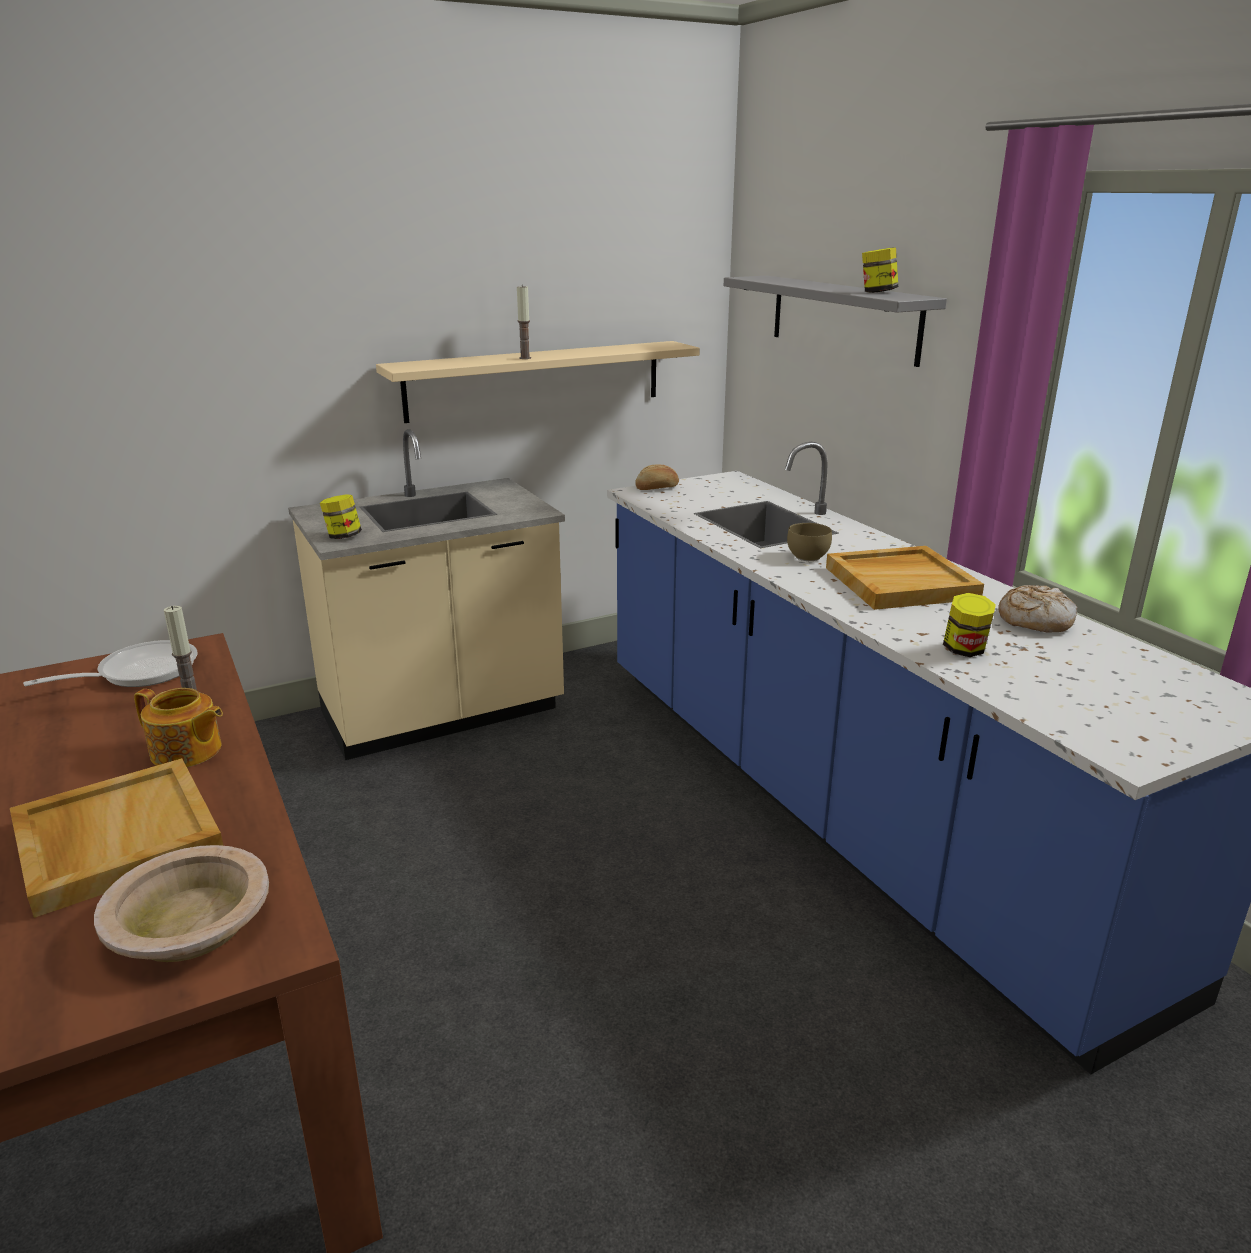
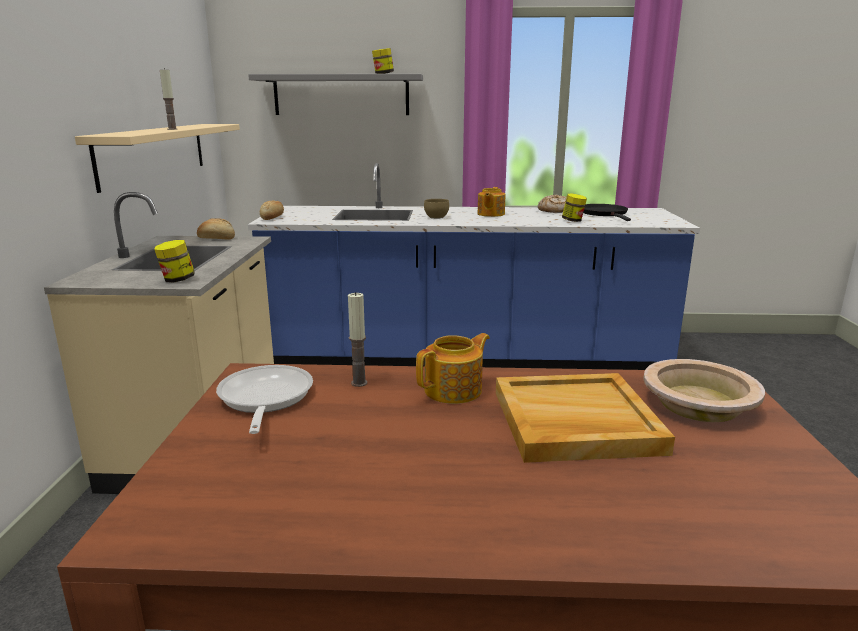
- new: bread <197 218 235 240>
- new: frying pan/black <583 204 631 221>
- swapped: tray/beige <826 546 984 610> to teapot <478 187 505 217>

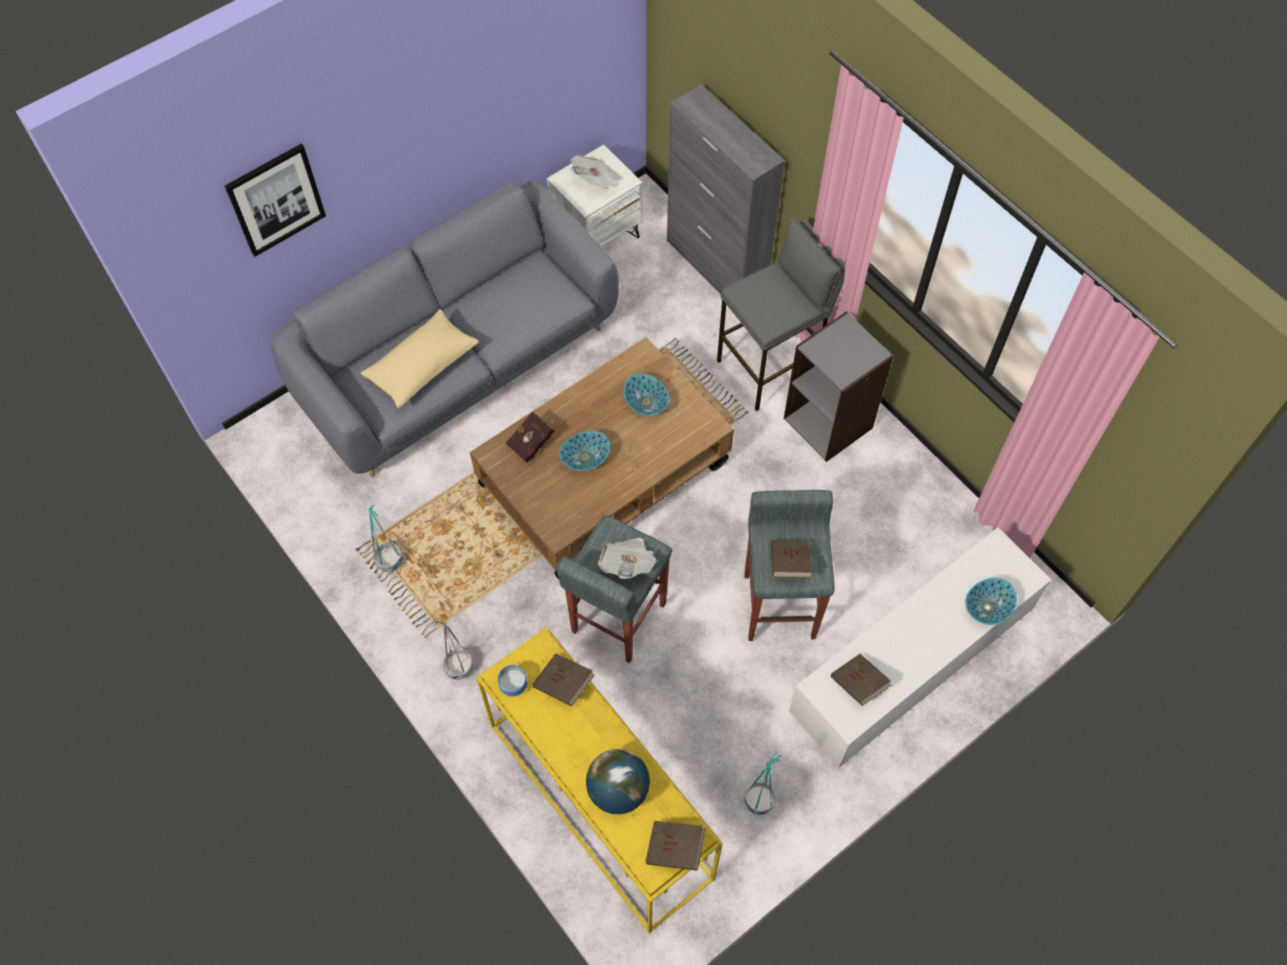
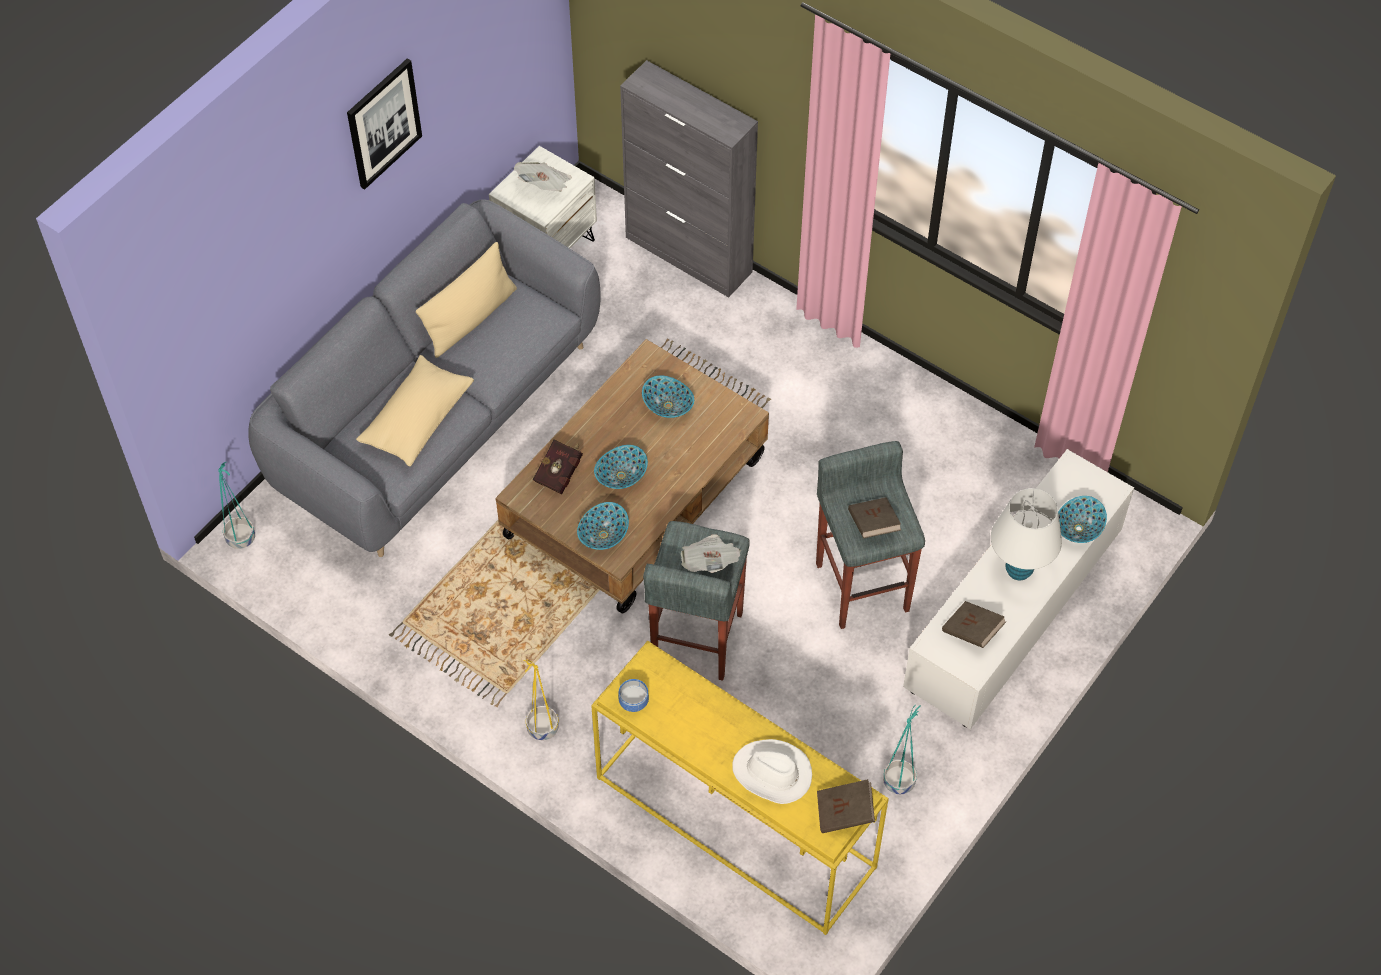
- gone: book/brown <532 653 595 706>
- gone: stool/grey <717 218 845 411>
- gone: bookcase/grey <784 311 894 462>
- new: pillow/beige <416 242 517 358>
- new: bowl <577 502 629 550>
- new: table lamp/white <991 488 1062 581>
- shifted: picture <225 144 326 257> to <347 58 422 190>
- shifted: planter/turquoise <369 505 403 572> to <218 462 255 549>
- swapped: globe <586 749 650 814> to hat/white <732 739 812 804>
- repainted: planter/grey <431 617 473 680> to planter/yellow <524 659 559 740>

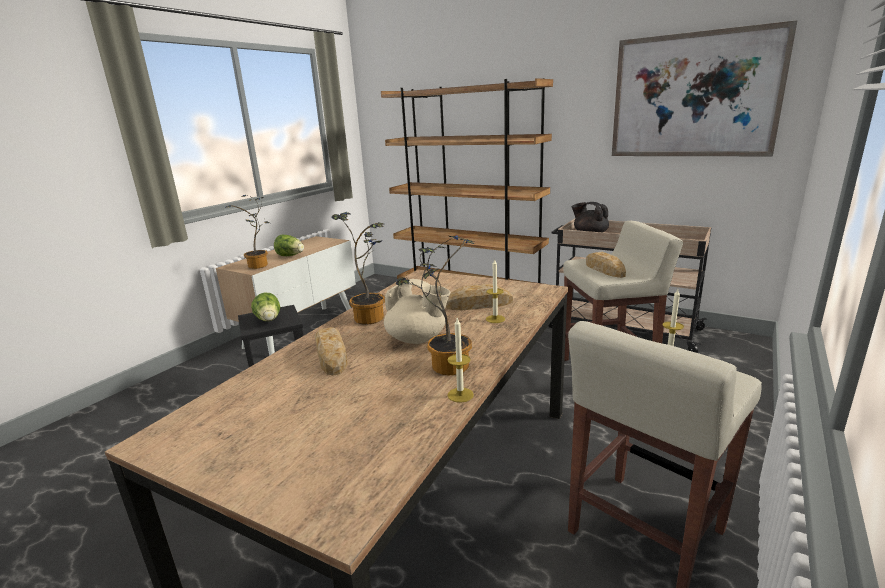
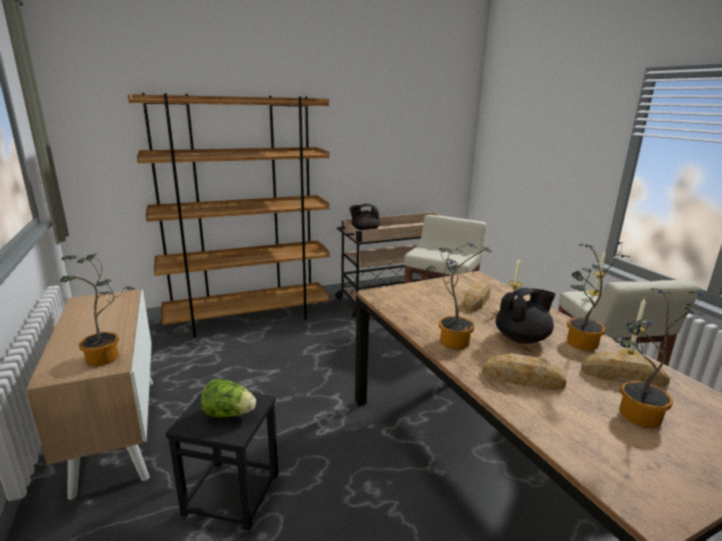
- gone: lettuce <274 235 304 256>
- gone: picture <612 20 798 156>
- new: potted plant <613 288 707 428>
- shifted: bread <586 252 626 278> to <581 351 670 387>
- repainted: teapot/beige <384 279 450 344> to teapot/black <496 288 556 344>

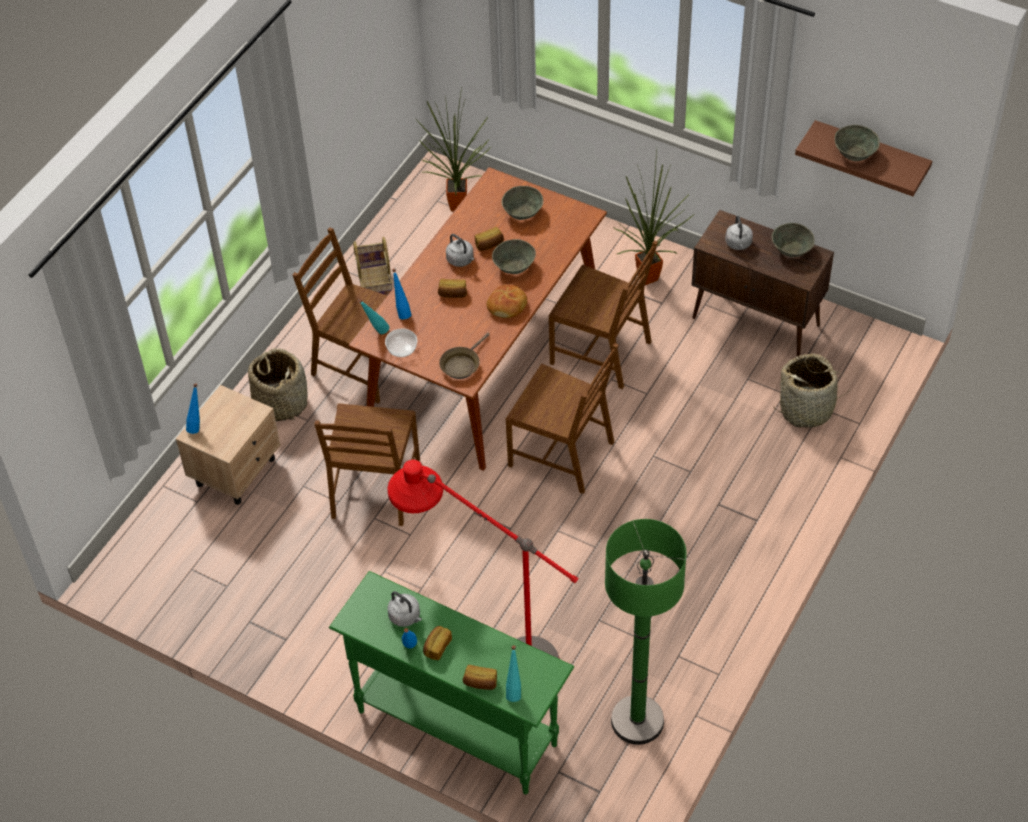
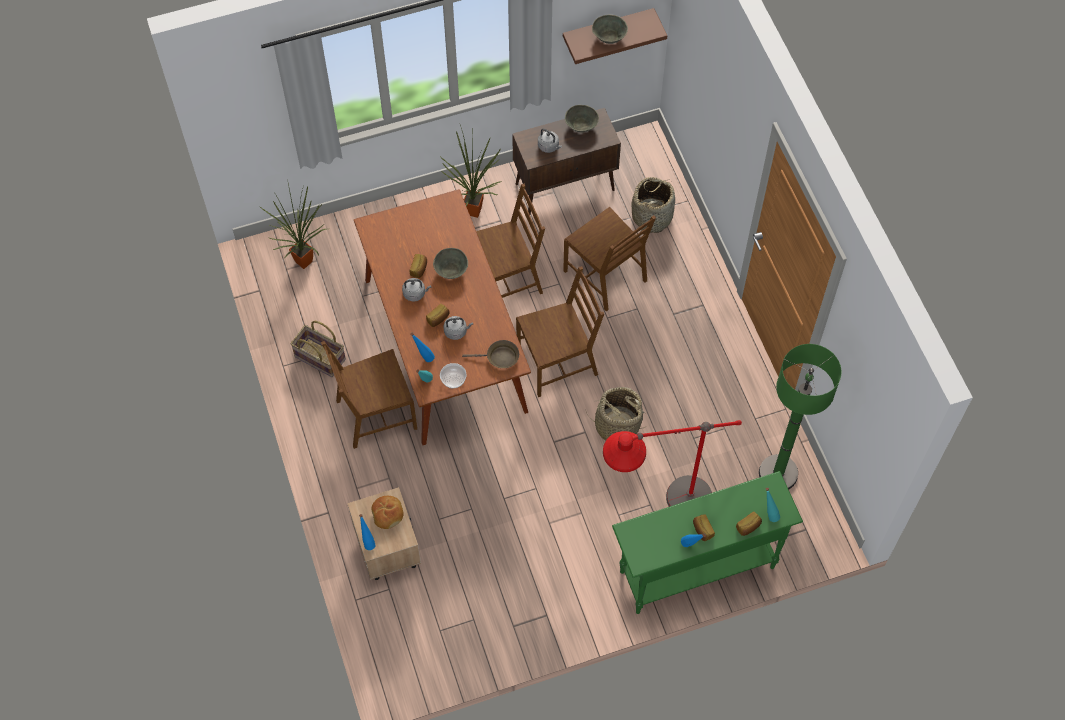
- gone: bowl/grey <502 186 543 220>
- shifted: basket <248 348 307 421> to <585 387 645 441>
- shifted: chair/brown <314 403 420 526> to <563 207 656 311>
- shifted: kettle/grey <387 591 422 627> to <444 316 473 340>
- shifted: bread <486 284 527 318> to <371 496 404 529>
- rotated: frying pan/brown <439 333 490 379> = <462 340 519 368> 75 degrees counterclockwise

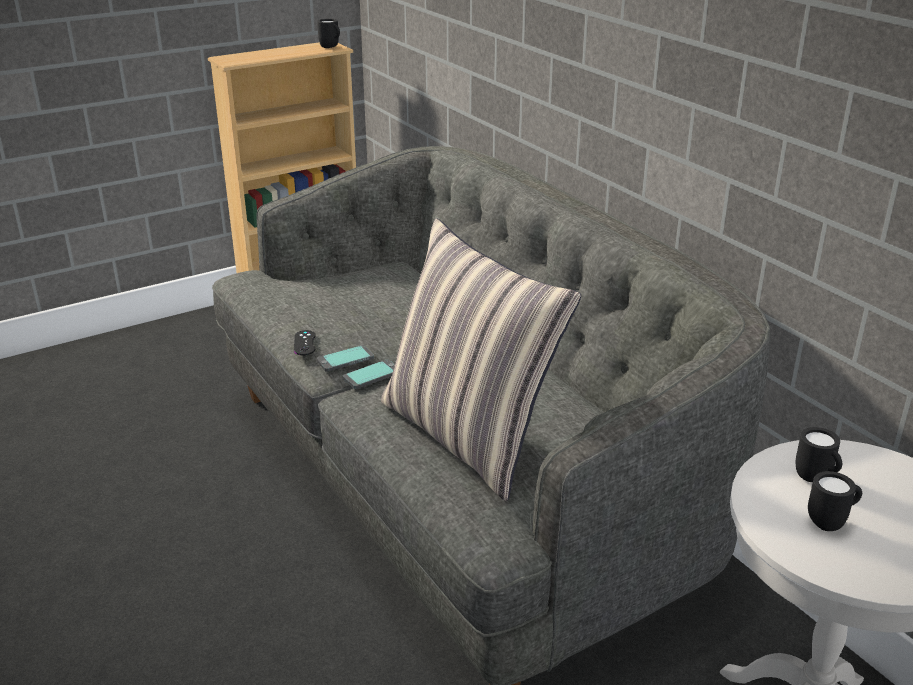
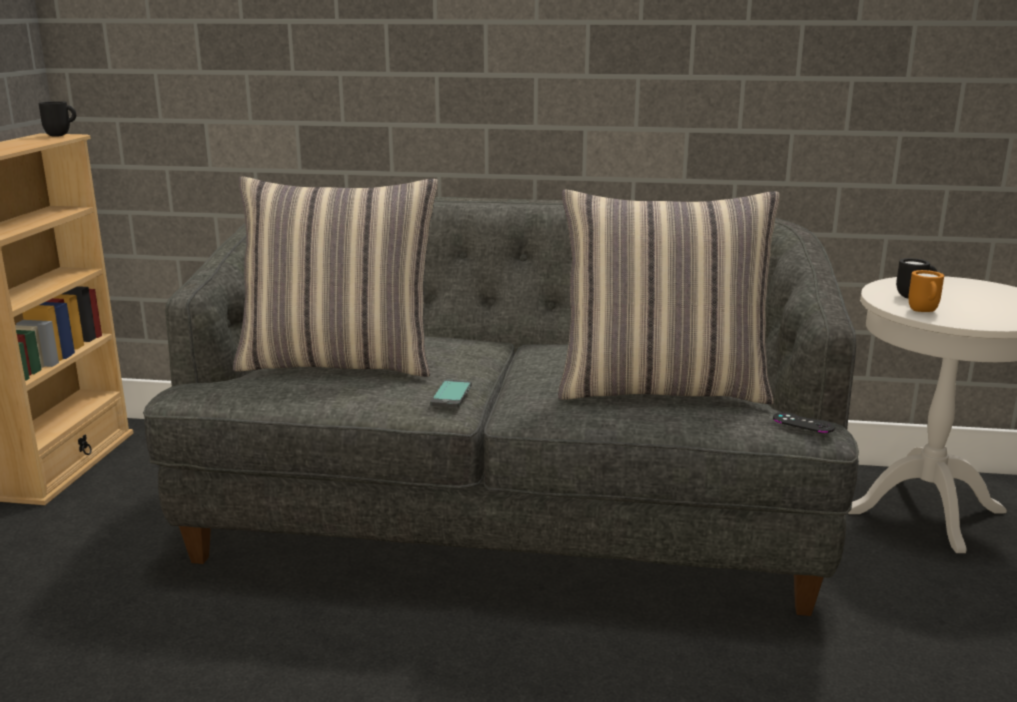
- gone: phone <343 359 395 389>
- gone: mug/black <808 471 862 531>
- new: pillow <233 176 438 377>
- new: mug/orange <908 270 944 312>
- shifted: game controller/black <294 330 316 355> to <773 412 835 433>

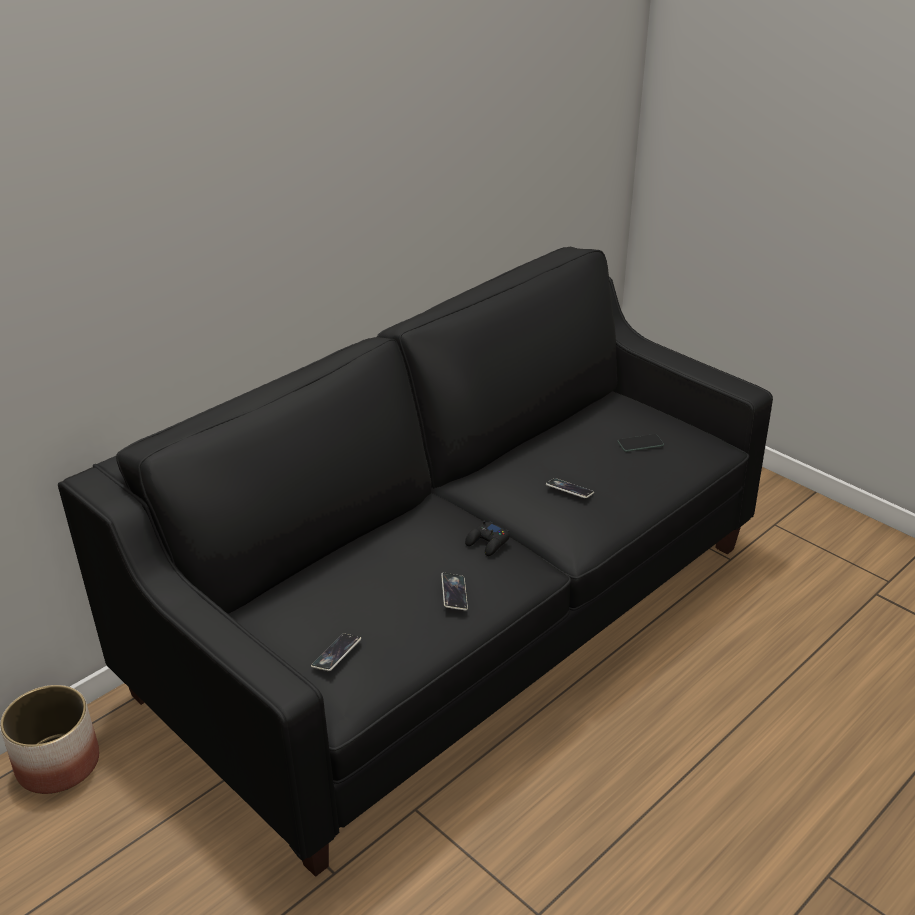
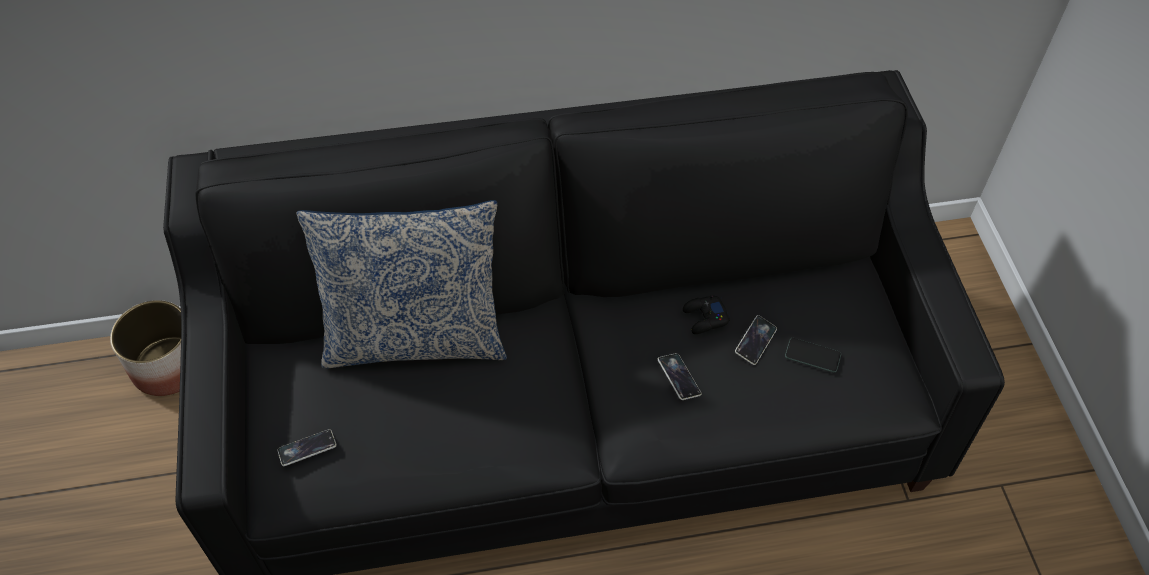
- new: pillow <297 200 507 369>
- shifted: phone <441 573 468 610> to <735 315 777 365>
- shifted: game controller/black <465 520 510 556> to <683 295 730 334>

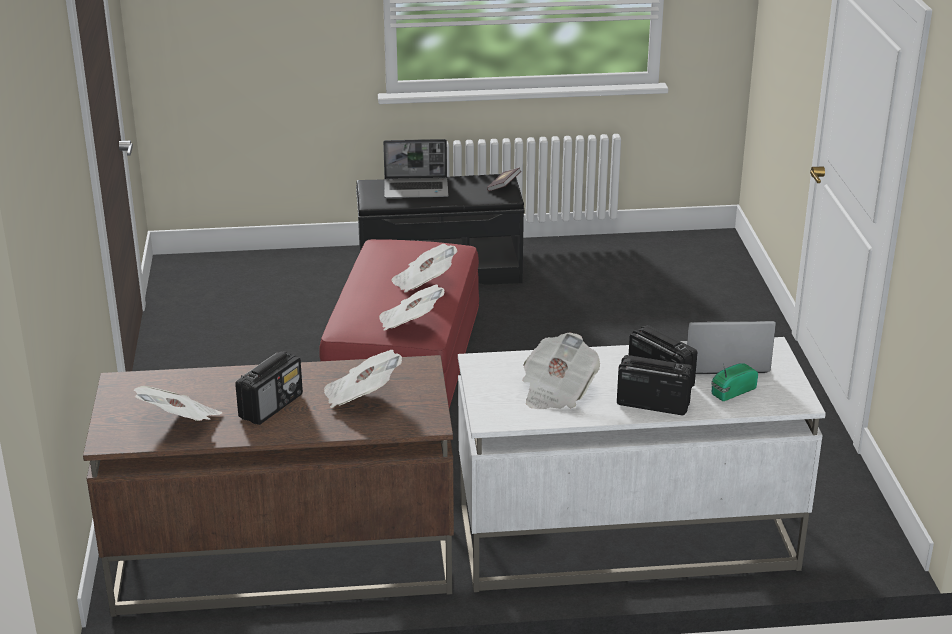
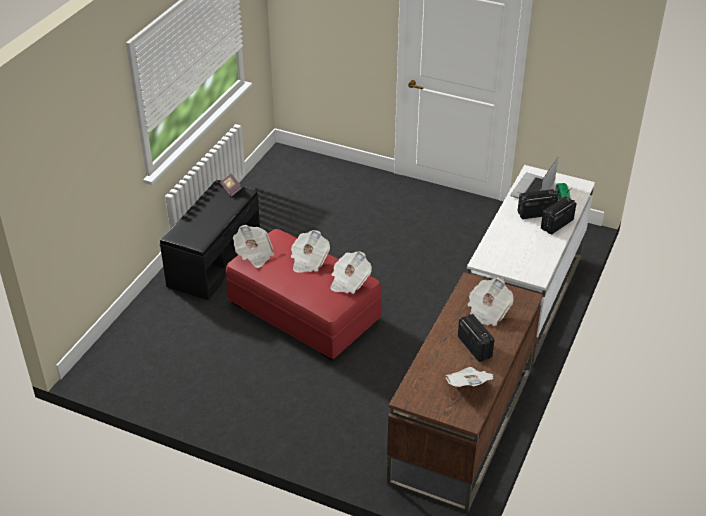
- gone: laptop <383 139 449 198>
- shifted: newspaper <522 333 600 409> to <233 225 274 268>

